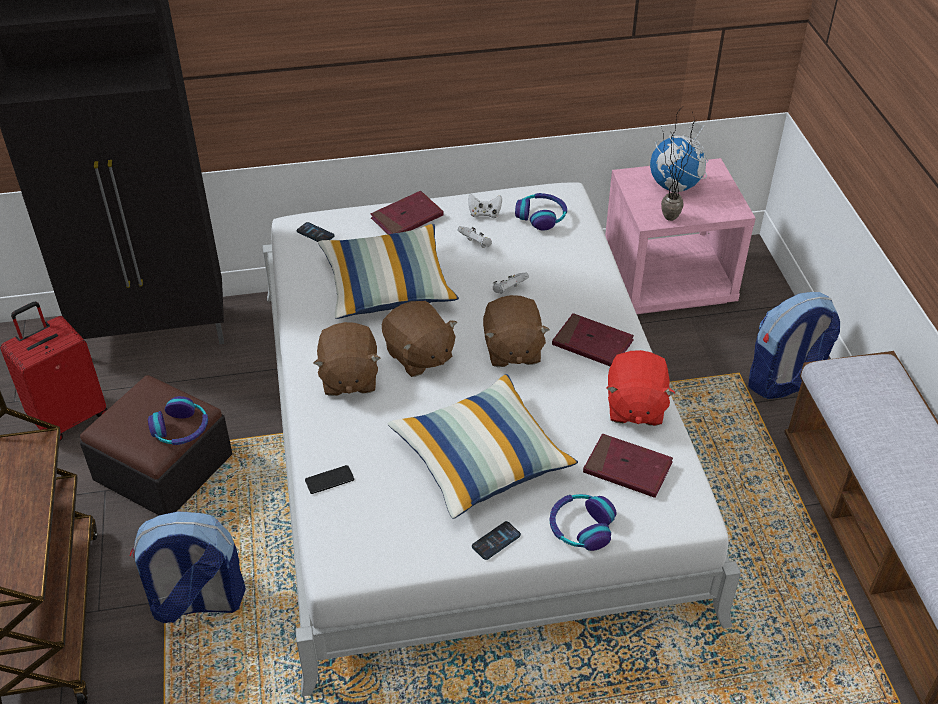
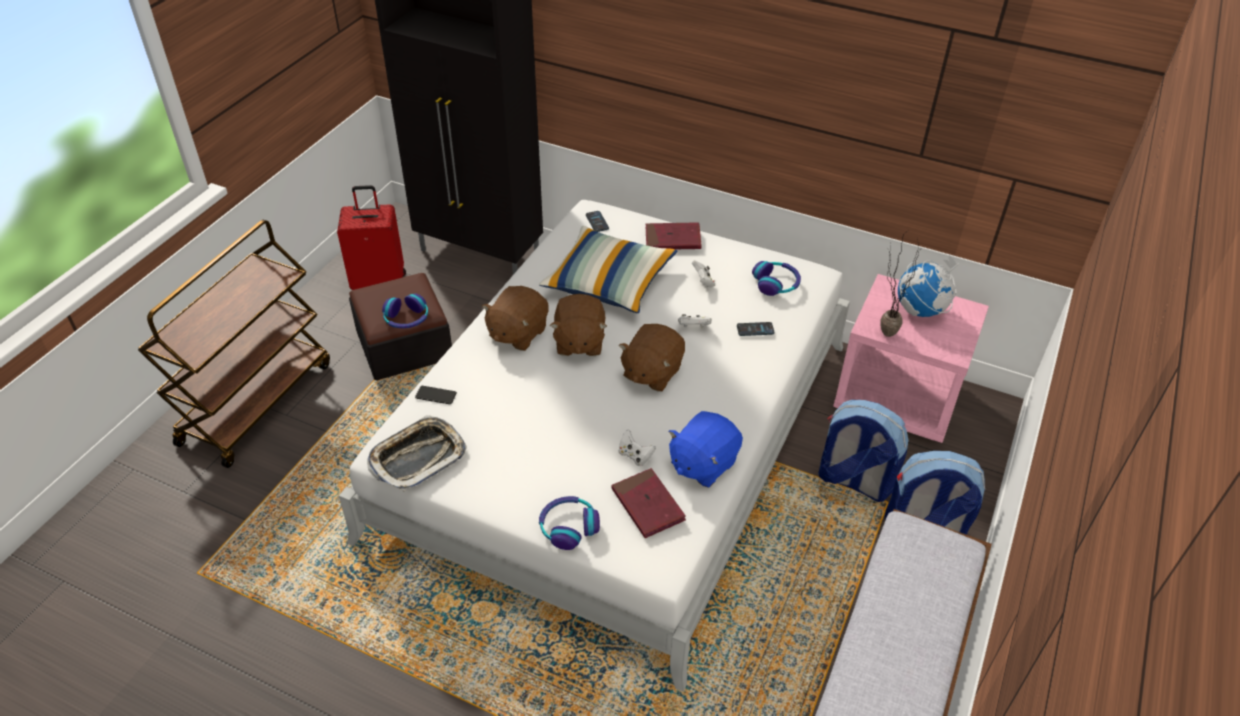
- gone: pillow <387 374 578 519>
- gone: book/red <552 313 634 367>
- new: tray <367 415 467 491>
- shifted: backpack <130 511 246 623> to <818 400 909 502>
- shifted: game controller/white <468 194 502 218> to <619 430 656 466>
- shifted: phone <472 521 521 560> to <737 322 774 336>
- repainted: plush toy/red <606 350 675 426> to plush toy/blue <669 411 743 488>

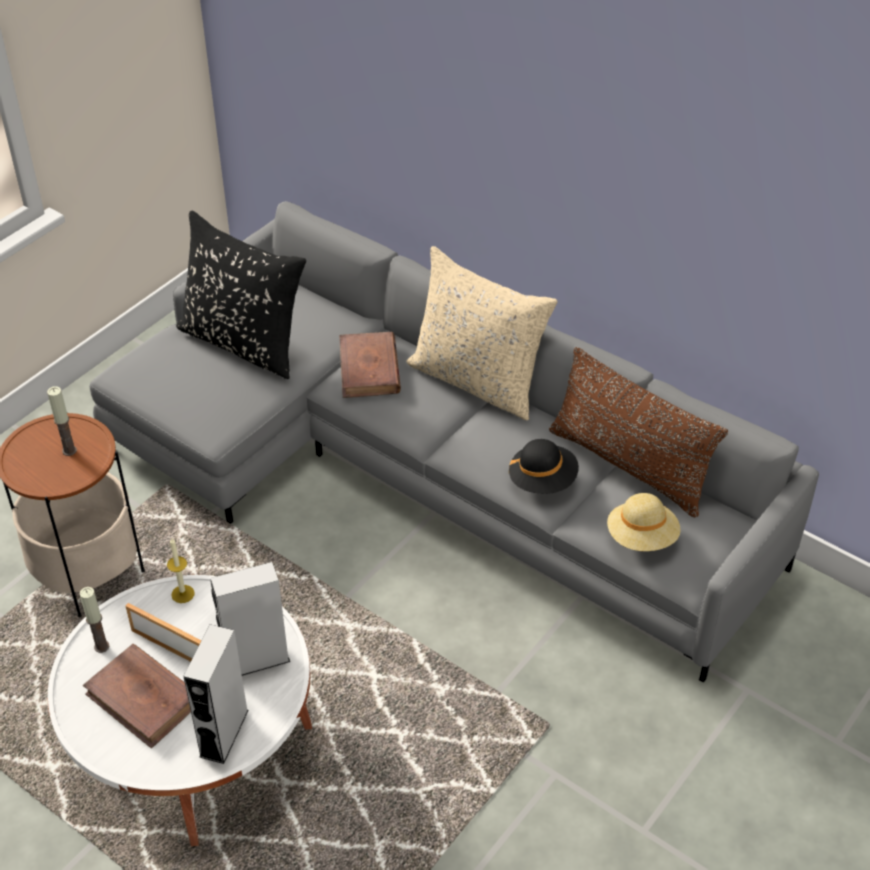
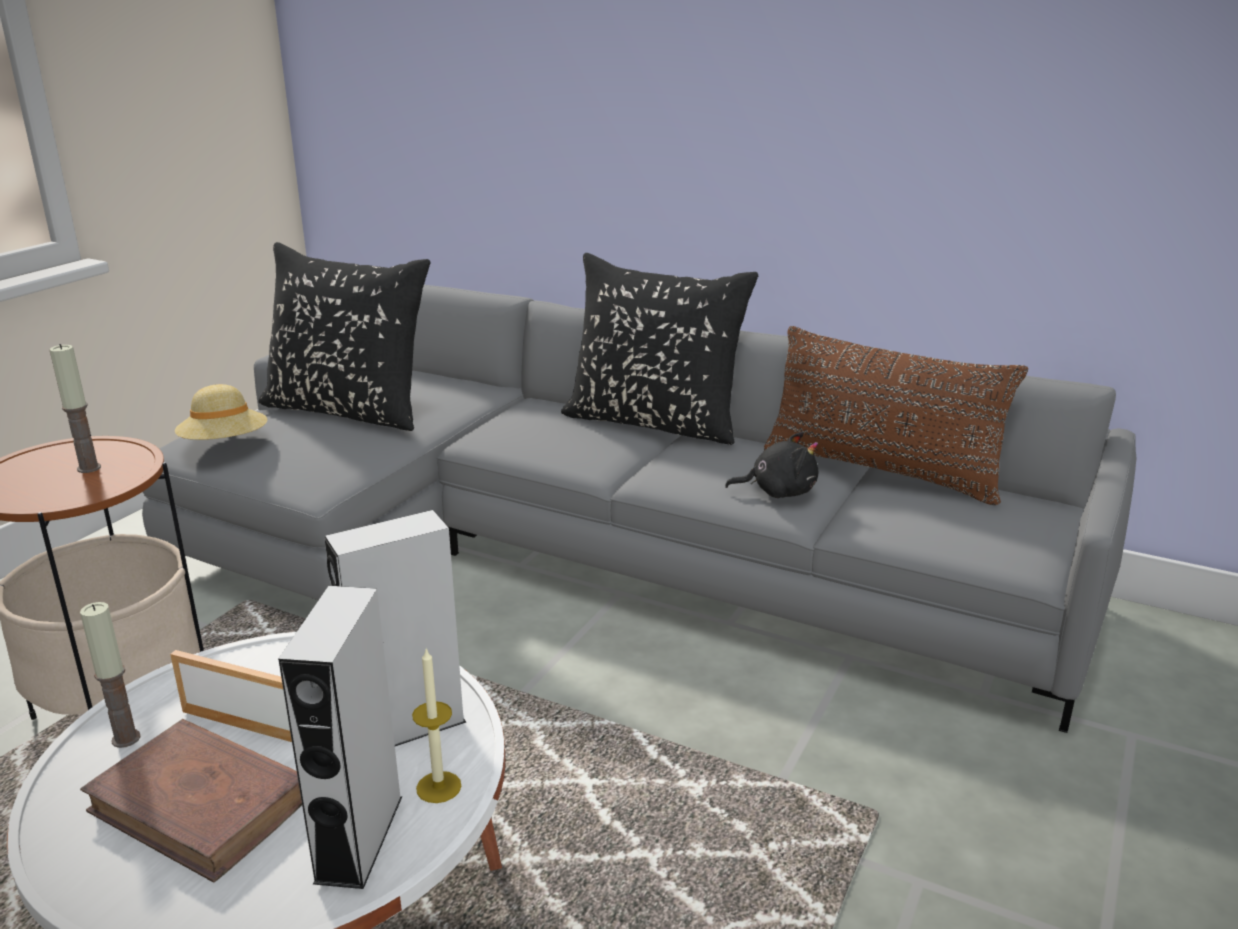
- gone: book/brown <339 332 401 398>
- shifted: candle <167 538 195 603> to <412 647 461 803>
- shifted: hat/beige <607 493 681 551> to <175 384 267 440>
- swapped: hat/black <509 439 579 494> to plush toy/black <725 432 818 498>
- repainted: pillow/beige <407 246 558 421> to pillow/black <561 253 758 445>

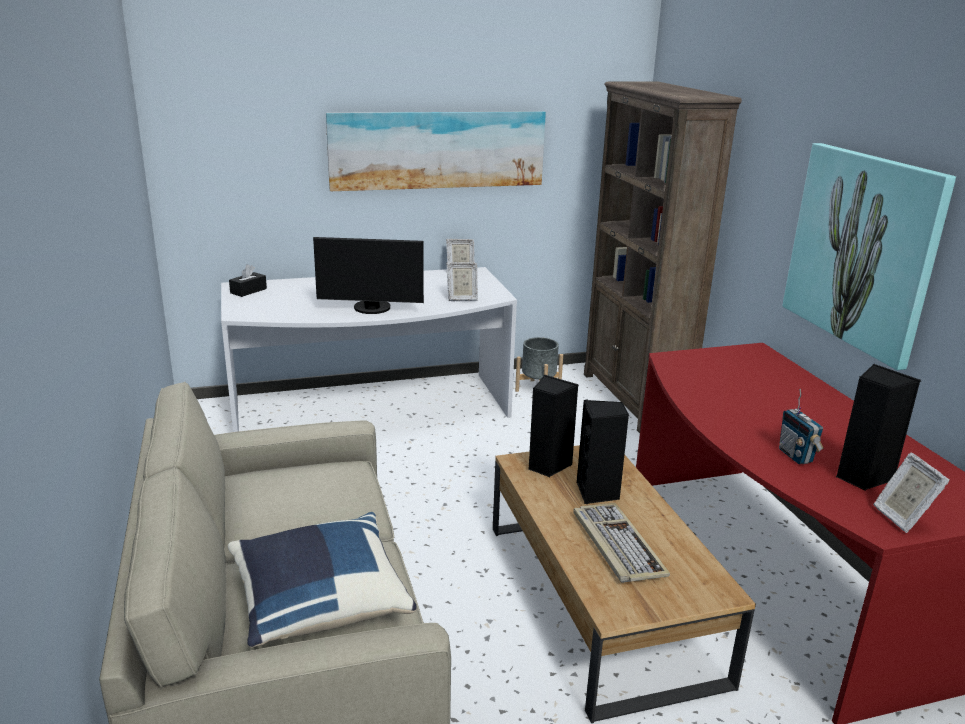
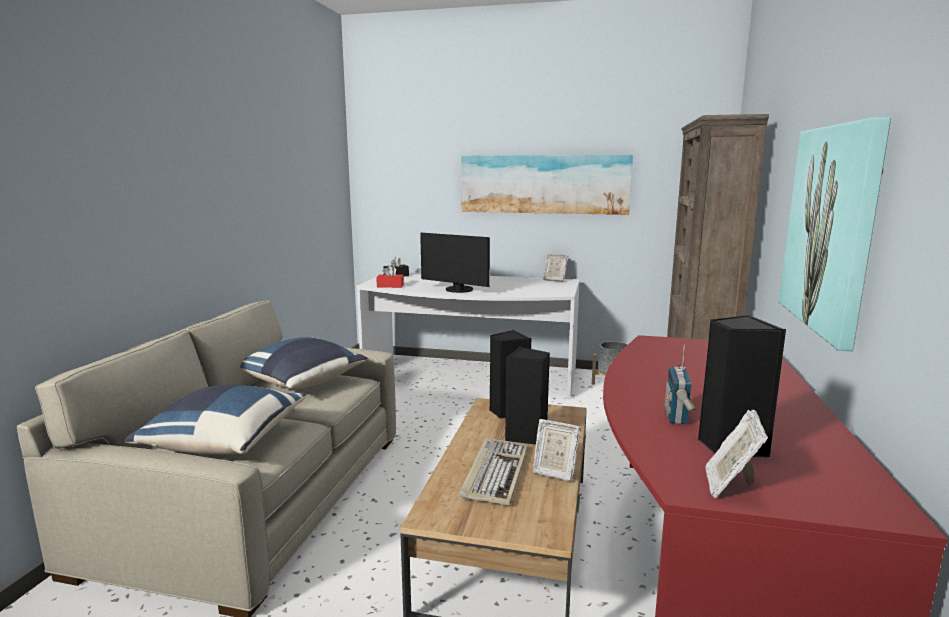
- new: pillow/blue <240 337 368 389>
- new: tissue box/red <377 265 404 288>
- shifted: picture frame <446 262 478 301> to <533 419 581 481>

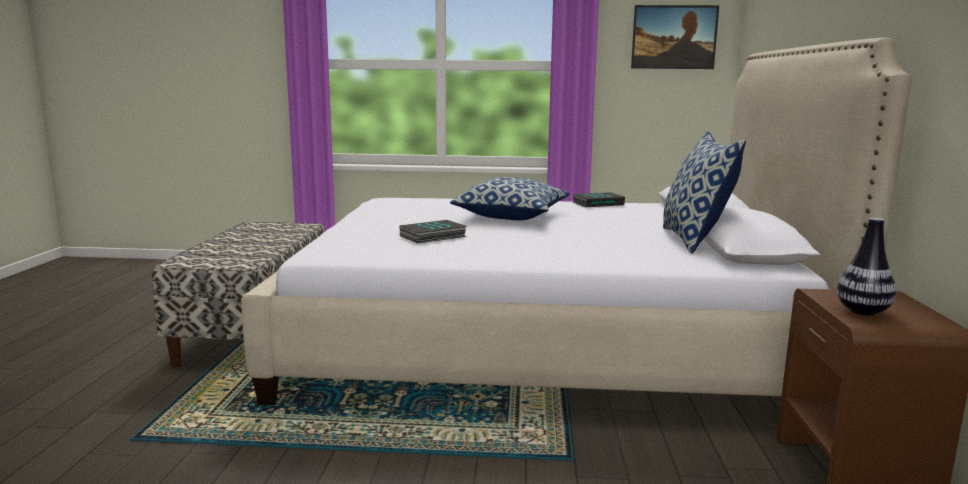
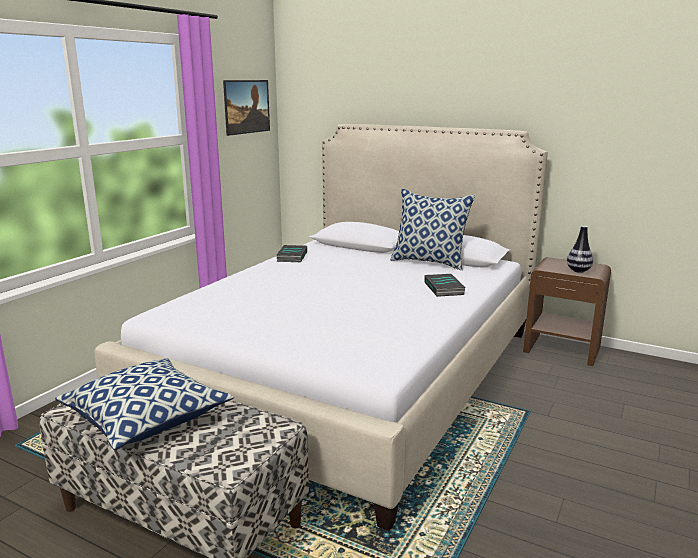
- shifted: book <400 220 467 244> to <424 274 465 297>
- shifted: pillow <450 177 570 220> to <55 358 234 450>

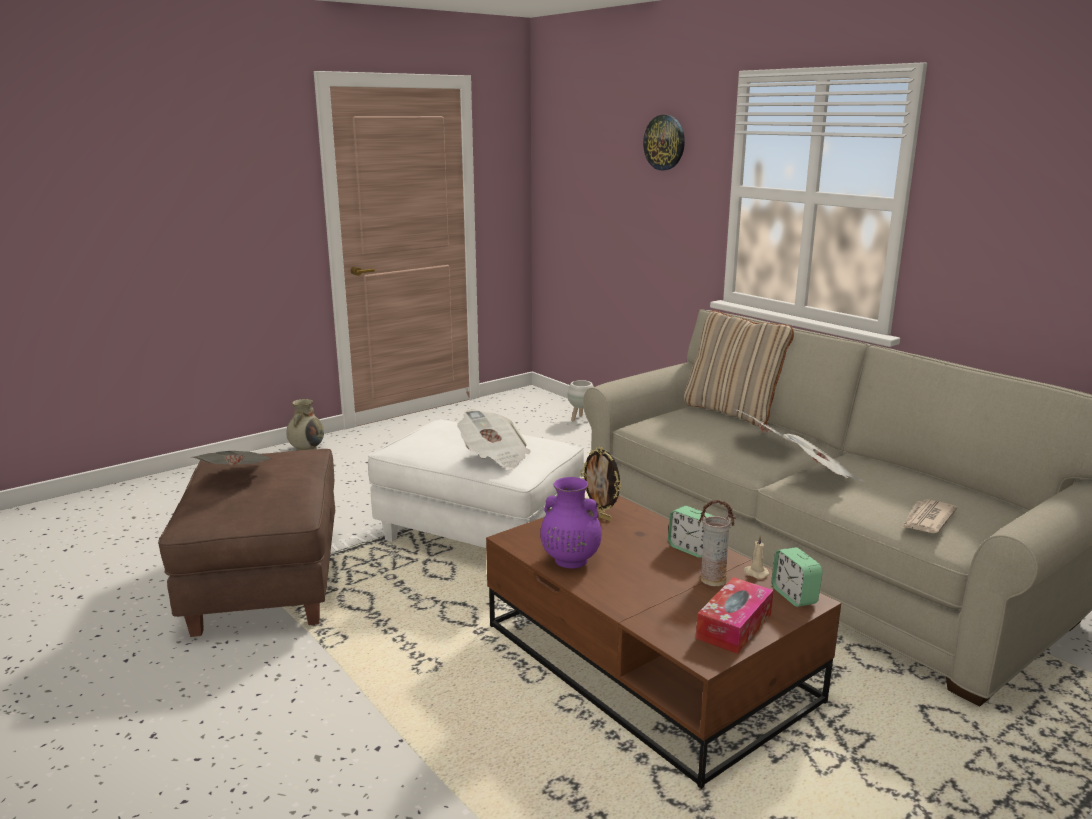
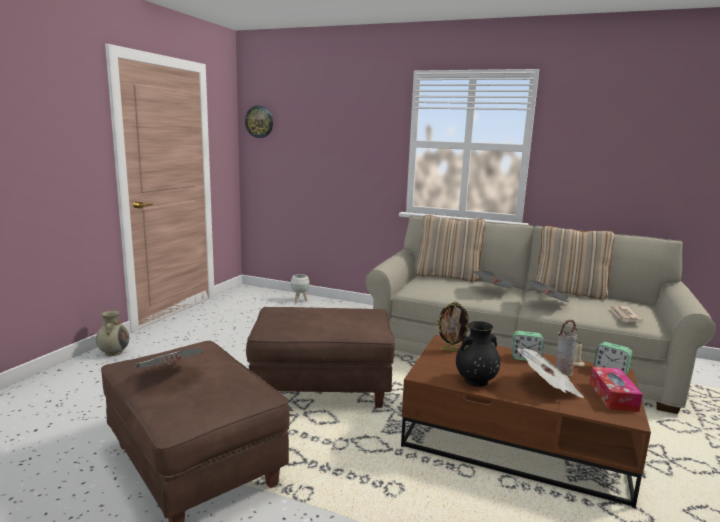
- new: pillow/beige <535 226 615 300>
- shifted: newspaper <457 409 531 470> to <518 348 584 398>
- shifted: wall clock <643 115 685 170> to <245 106 273 138>
- repainted: ottoman/white <368 419 584 548> to ottoman/brown <246 307 395 408>
- repainted: vase/purple <540 477 602 569> to vase/black <456 321 500 387>

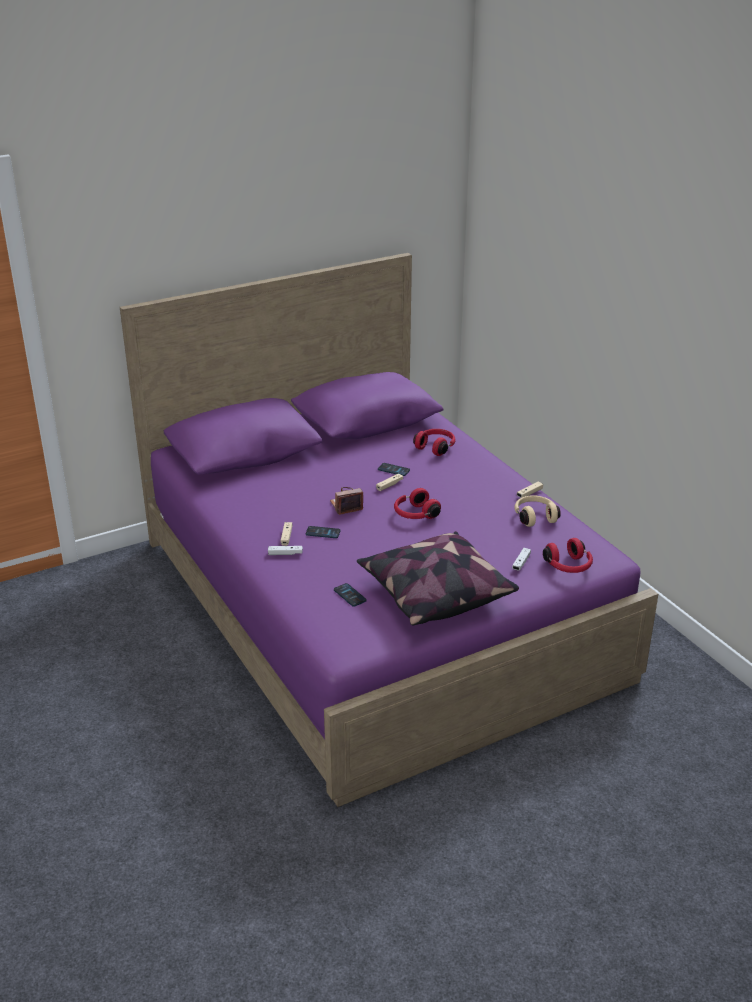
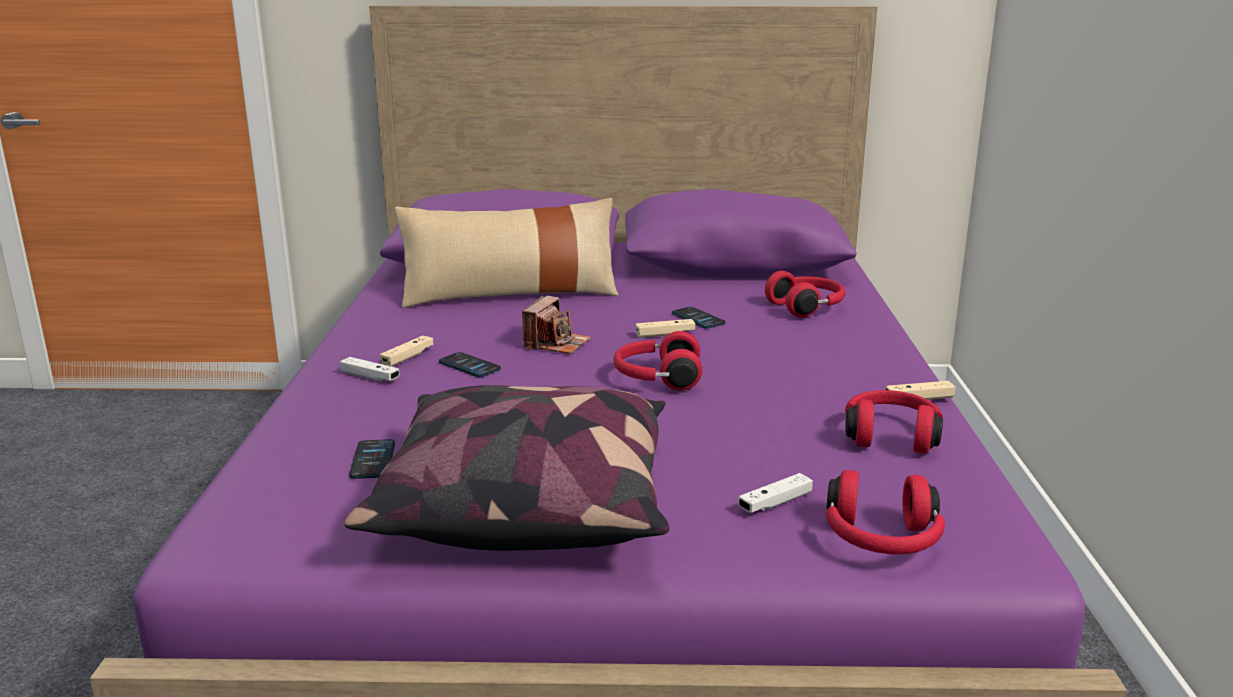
- new: pillow/beige <395 198 619 308>
- repainted: headphones/beige <514 495 561 527> to headphones/red <845 390 943 454>
- rotated: photo camera <330 487 363 515> = <522 296 591 354> 105 degrees clockwise

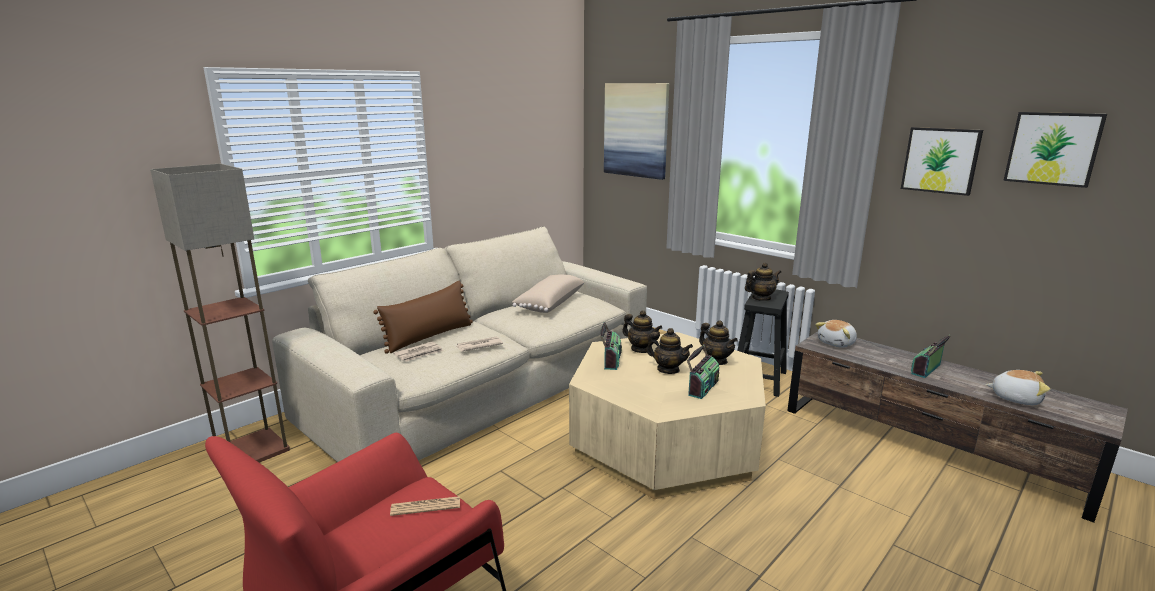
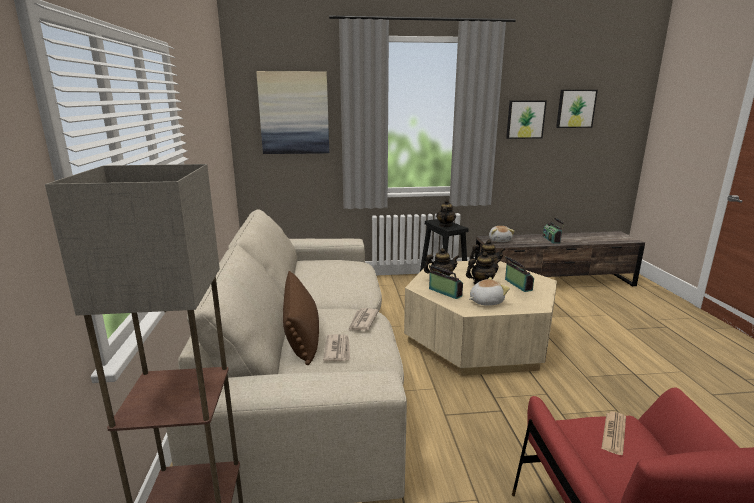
- gone: pillow/beige <512 274 584 313>
- shifted: plush toy <985 370 1050 405> to <469 277 510 306>

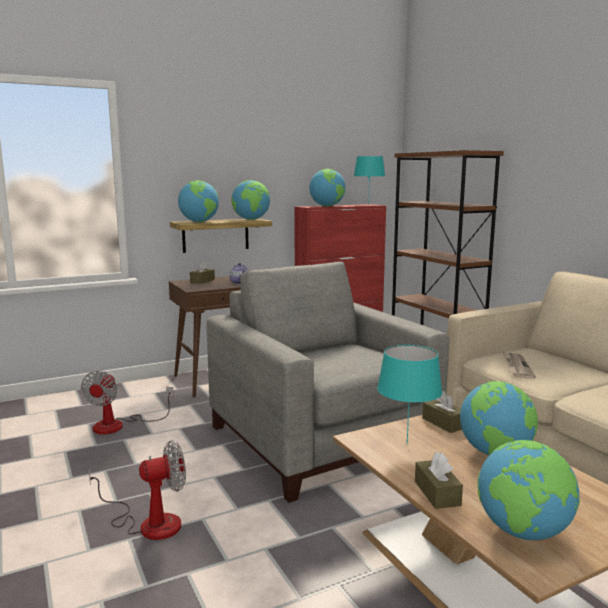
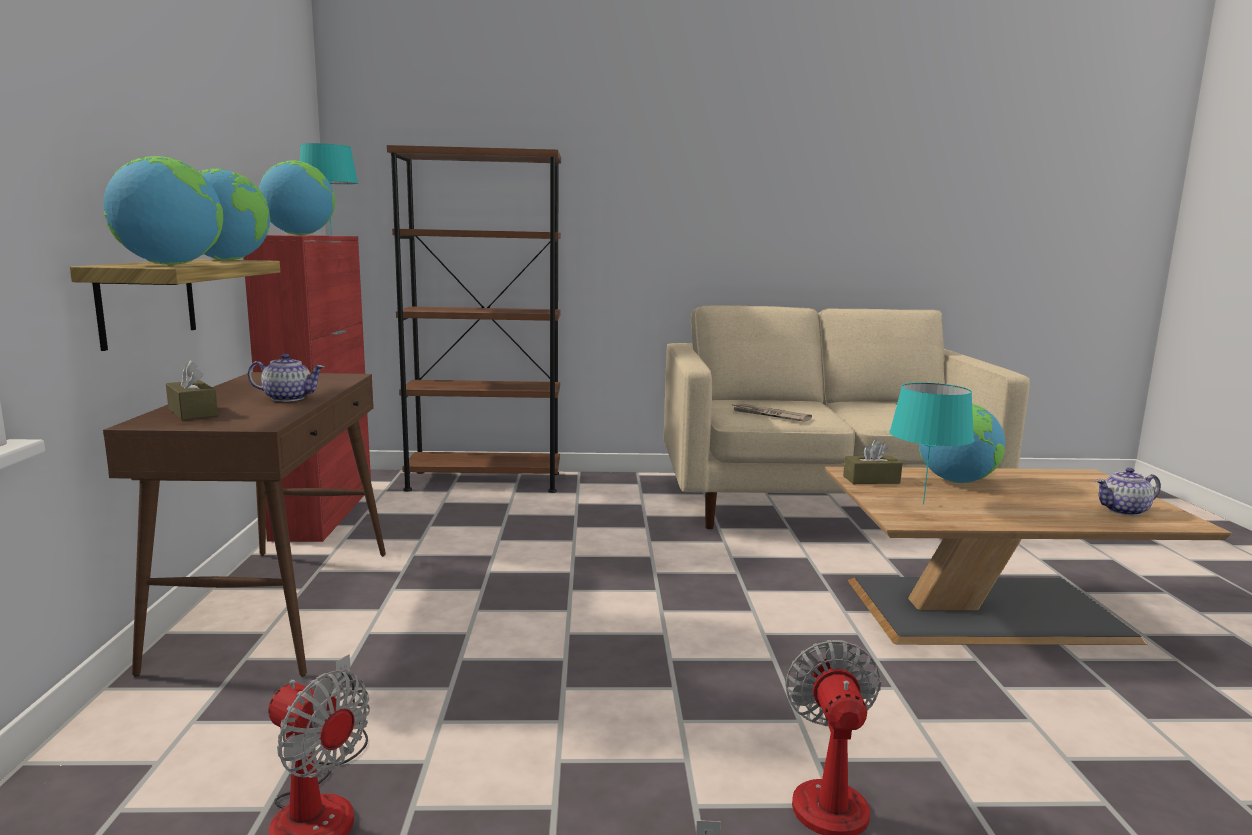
- gone: armchair/grey <207 261 449 503>
- gone: tissue box/brown <415 452 463 509>
- swapped: globe <478 440 580 540> to teapot <1096 468 1161 516>

